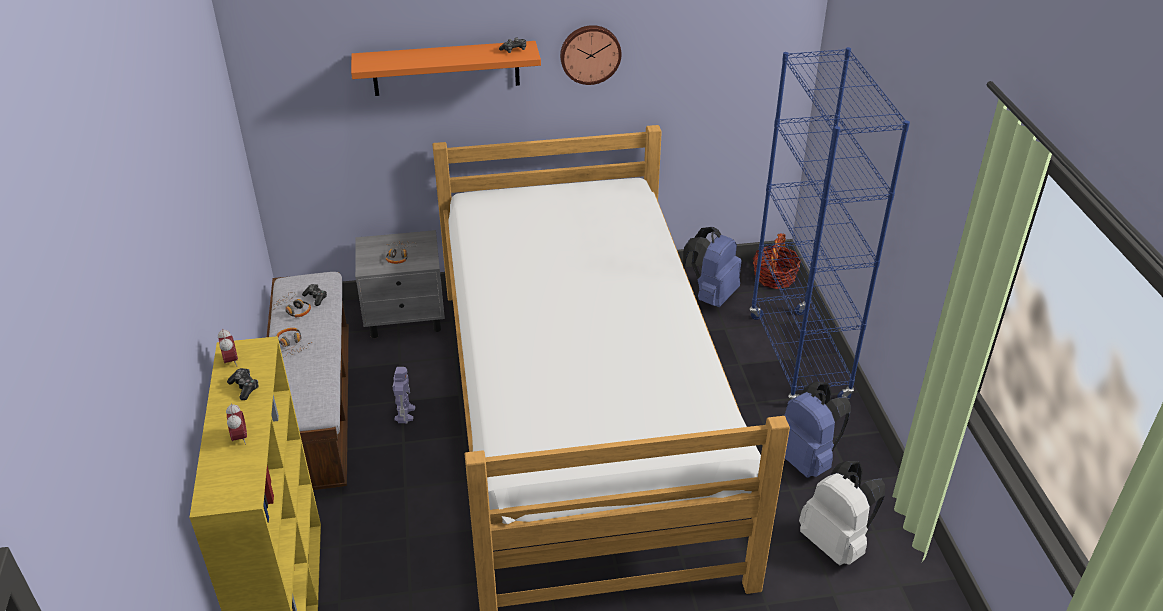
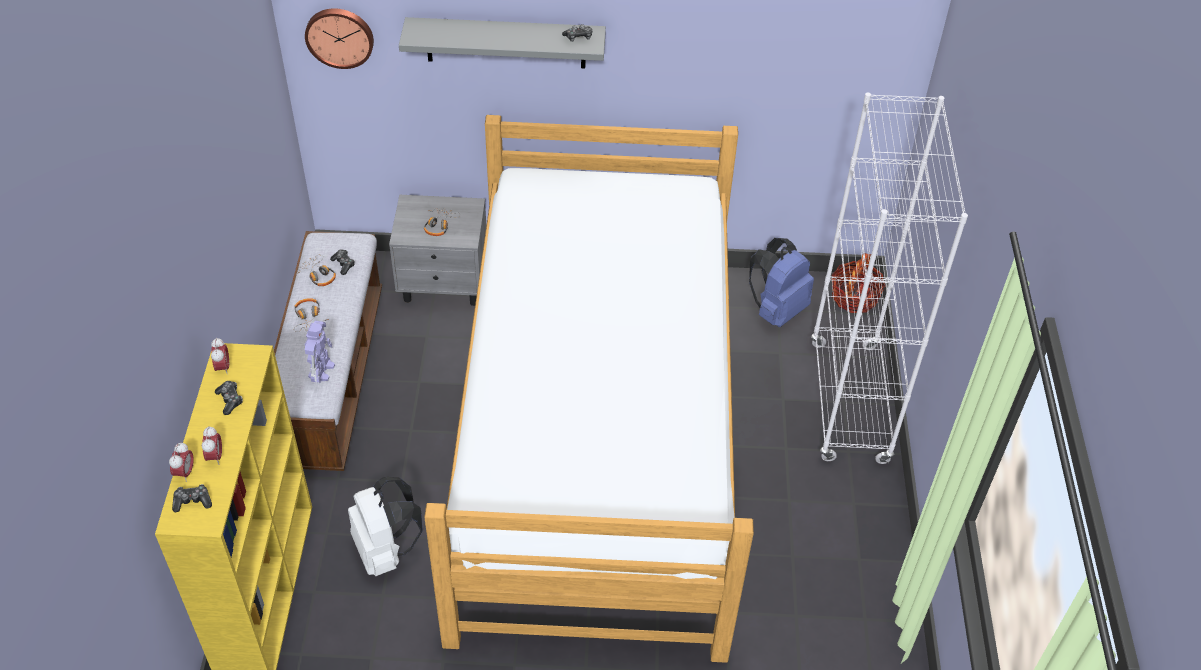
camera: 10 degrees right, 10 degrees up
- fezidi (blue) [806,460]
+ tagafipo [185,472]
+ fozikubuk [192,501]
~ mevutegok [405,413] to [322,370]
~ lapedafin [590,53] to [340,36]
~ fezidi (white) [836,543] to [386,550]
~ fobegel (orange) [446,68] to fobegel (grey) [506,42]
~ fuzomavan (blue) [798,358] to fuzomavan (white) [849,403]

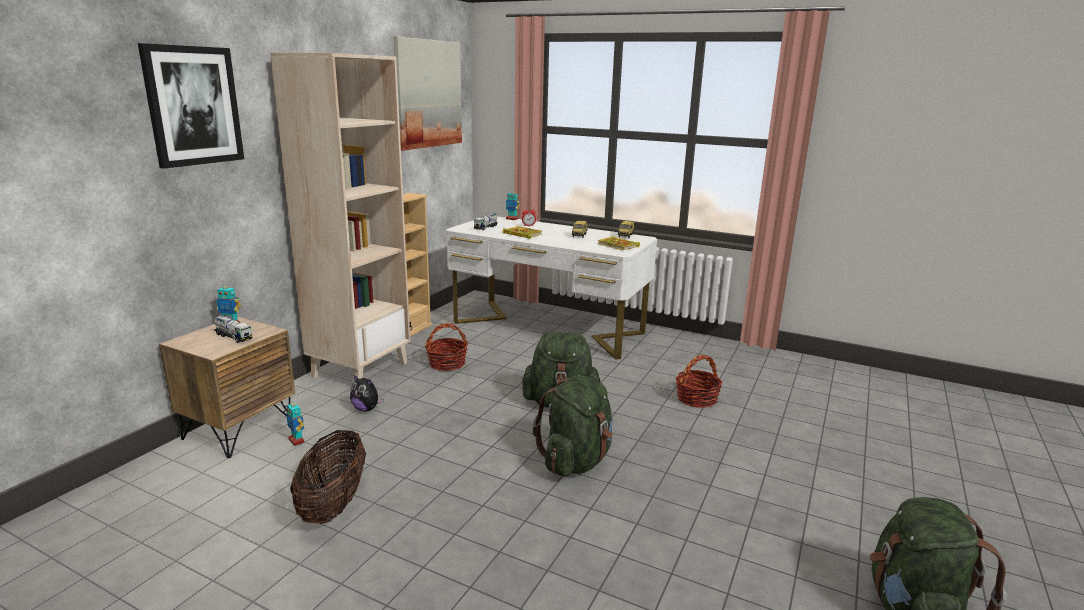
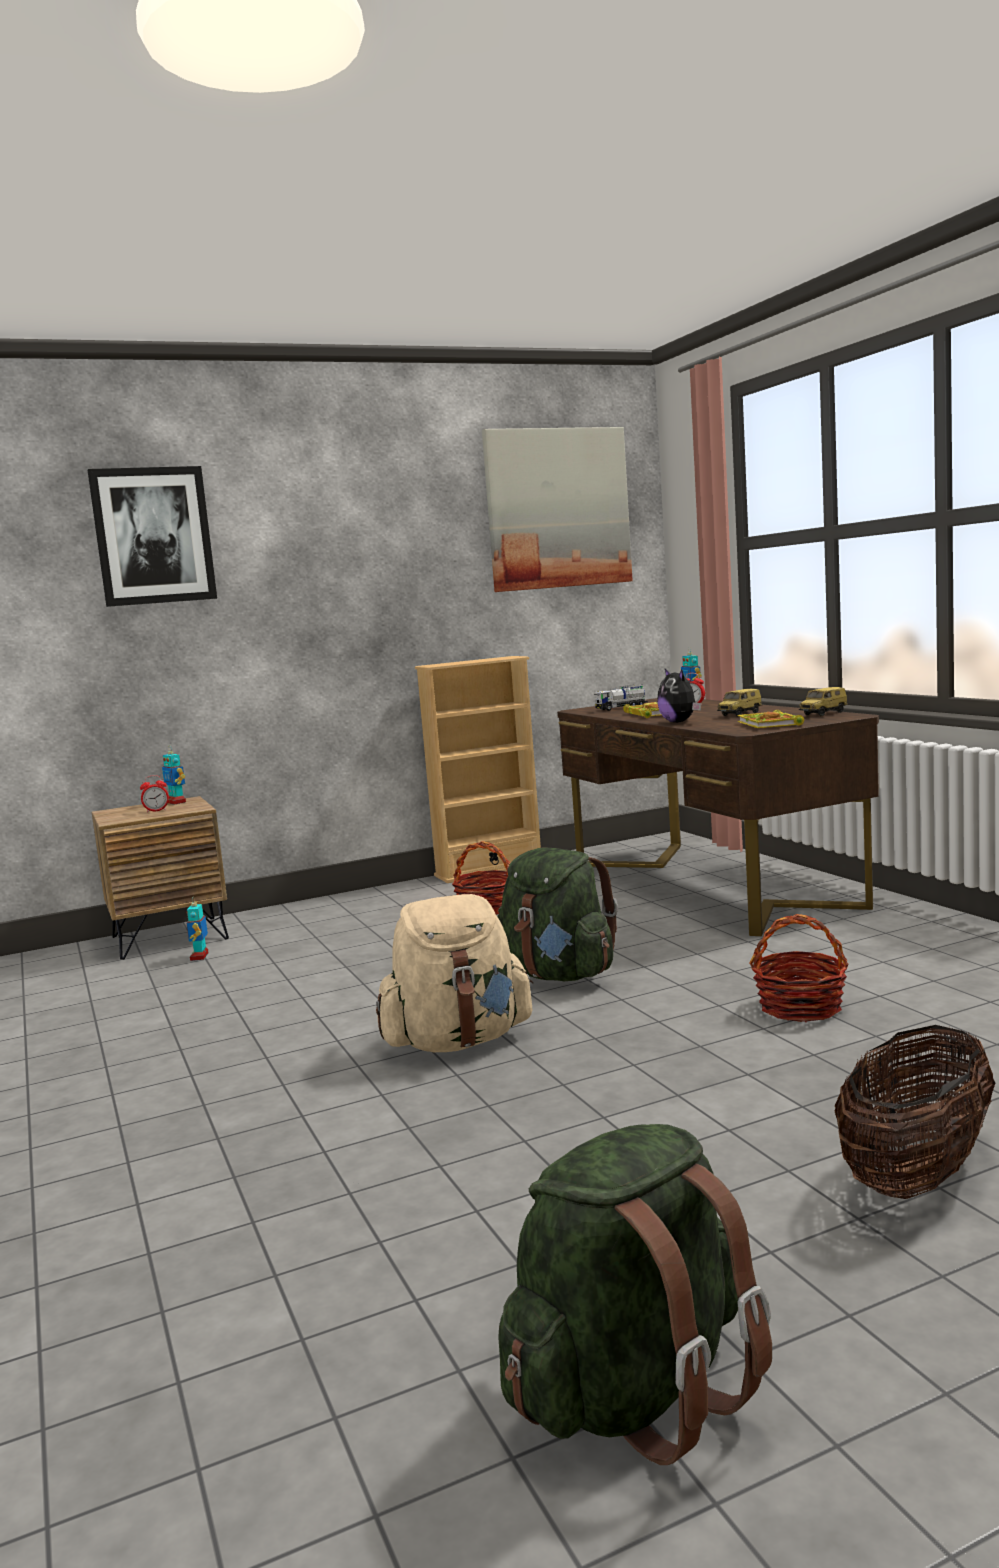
camera: 40 degrees right, 10 degrees down
- fuzomavan (beige) [360,369]
~ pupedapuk [333,504] to [917,1174]
~ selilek [366,409] to [679,722]
~ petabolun [233,337] to tagafipo [156,811]
~ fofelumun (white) [547,328] to fofelumun (brown) [709,884]
~ fezidi (green) [576,461] to fezidi (beige) [458,1041]

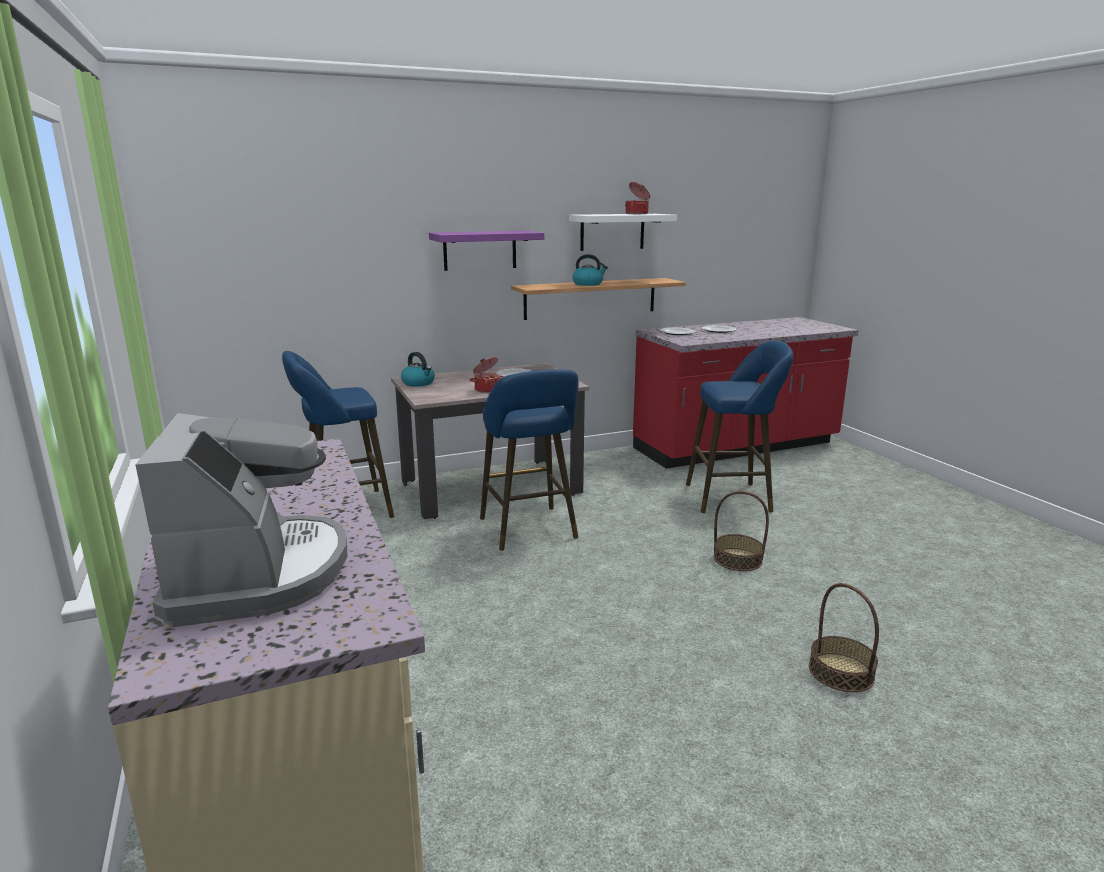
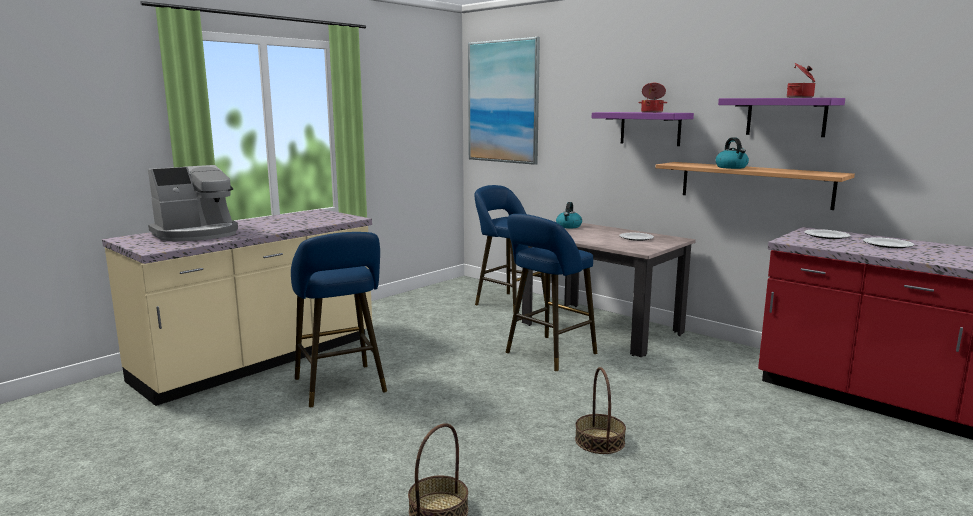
camera: 65 degrees right, 5 degrees down
+ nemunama [503,102]
~ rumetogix [487,389] to [652,112]
~ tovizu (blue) [733,497] to [341,387]
~ fobegel (white) [612,231] to fobegel (purple) [786,117]

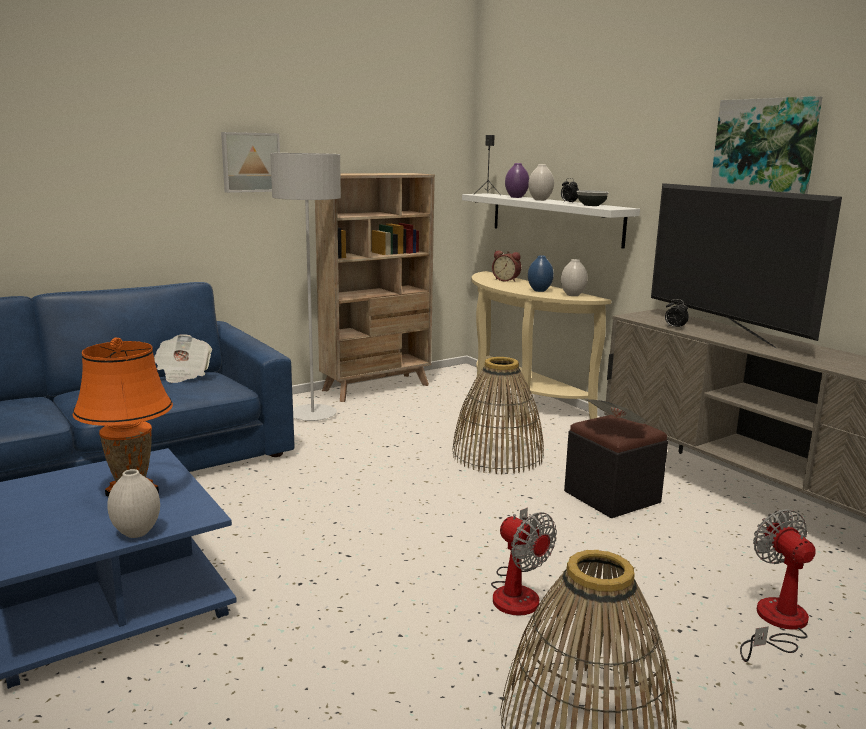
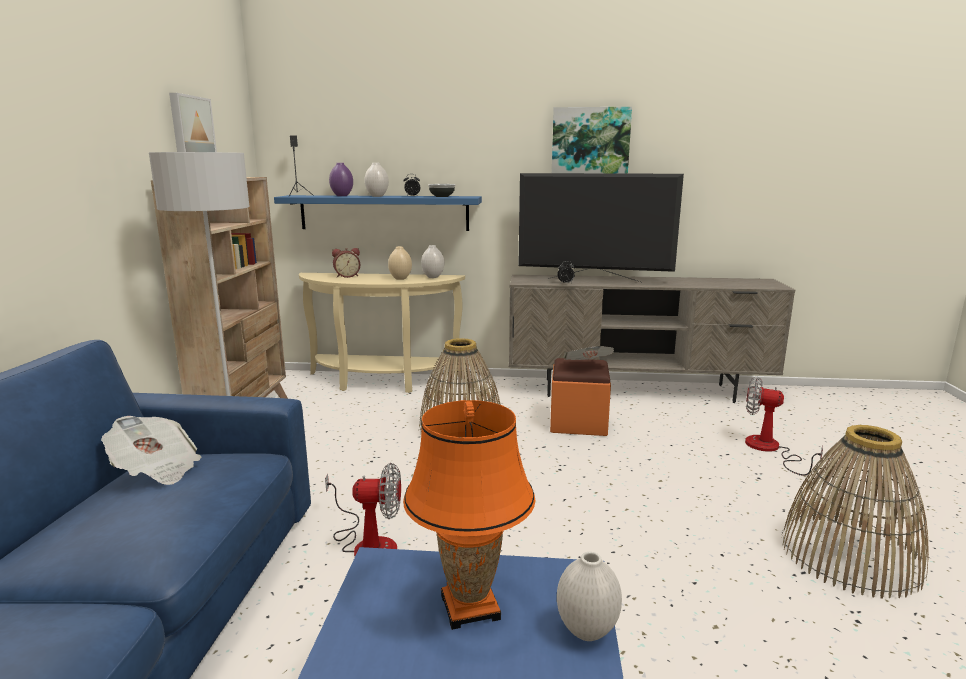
camera: 50 degrees left, 0 degrees up
~ nemunama [250,162] to [191,128]
~ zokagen [517,591] to [367,544]
~ fobegel (white) [555,218] to fobegel (blue) [384,212]
~ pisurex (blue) [539,290] to pisurex (beige) [400,278]
~ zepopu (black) [612,497] to zepopu (orange) [578,423]

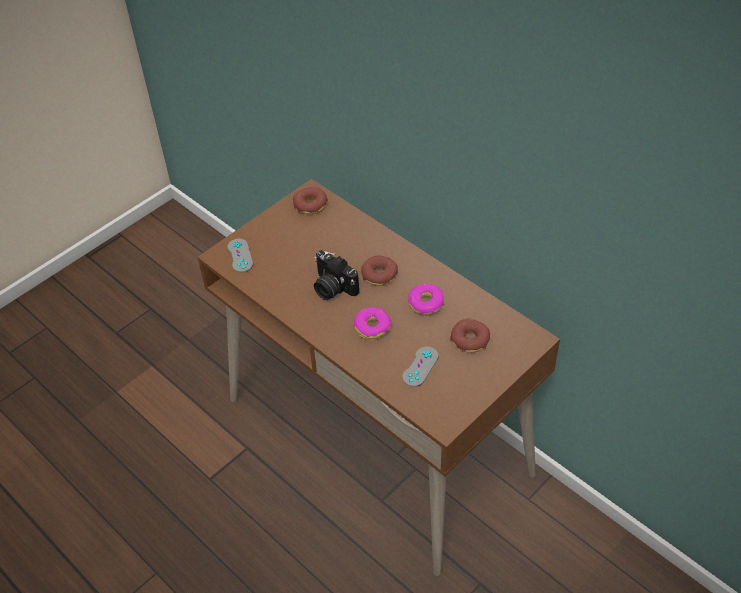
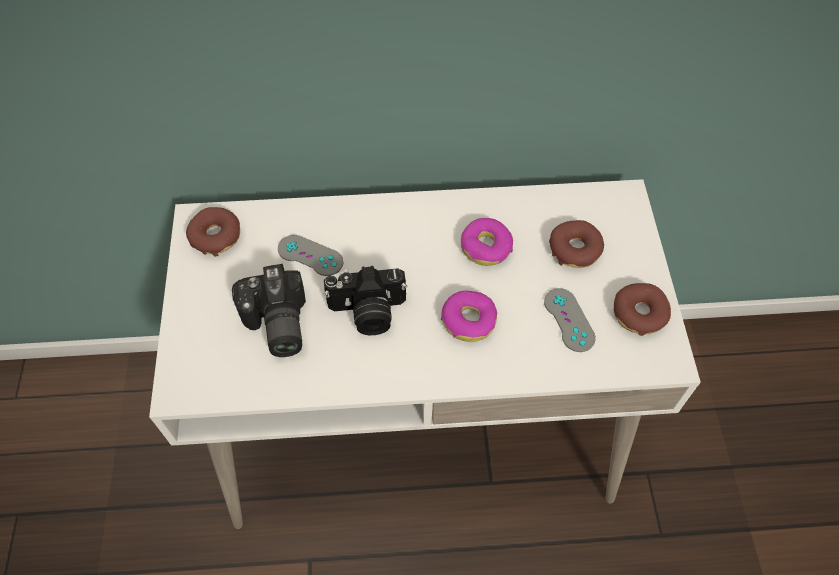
camera: 50 degrees left, 10 degrees up
+ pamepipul [274,325]
~ fozikubuk (grey) [240,255] to [310,255]
~ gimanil [379,275] to [639,313]
~ fofelumun (brown) [378,436] to fofelumun (white) [419,425]

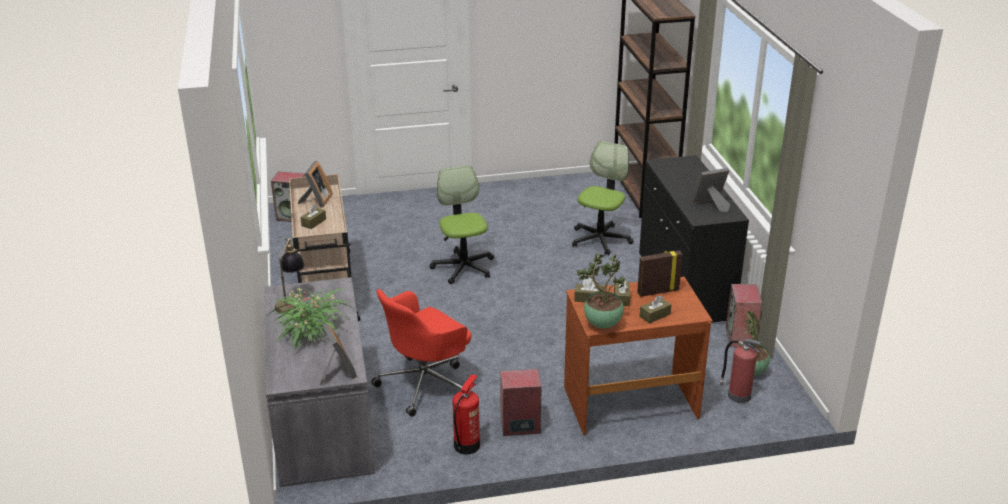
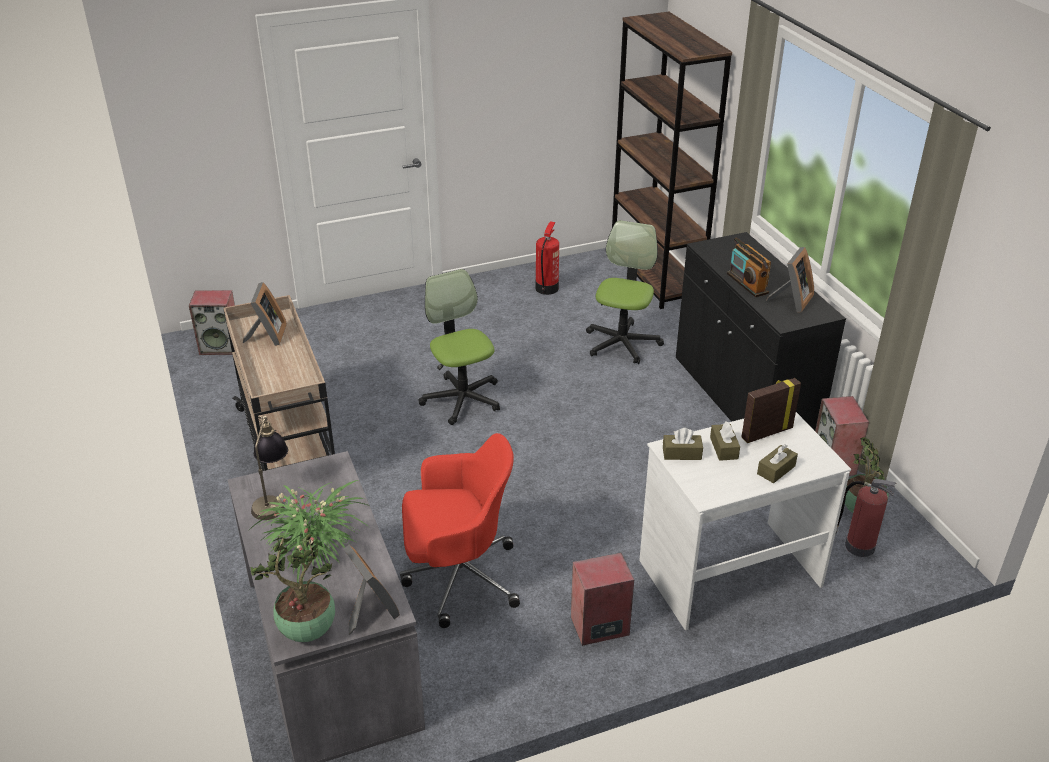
camera: 10 degrees left, 5 degrees up
- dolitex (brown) [313,222]
+ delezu [747,283]
~ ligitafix [467,445] to [547,288]
~ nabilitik [601,325] to [306,632]
~ fofelumun (brown) [630,401] to fofelumun (white) [729,572]
~ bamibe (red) [426,383] = [458,577] 135 degrees counterclockwise
~ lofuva [711,205] = [791,301] 150 degrees clockwise

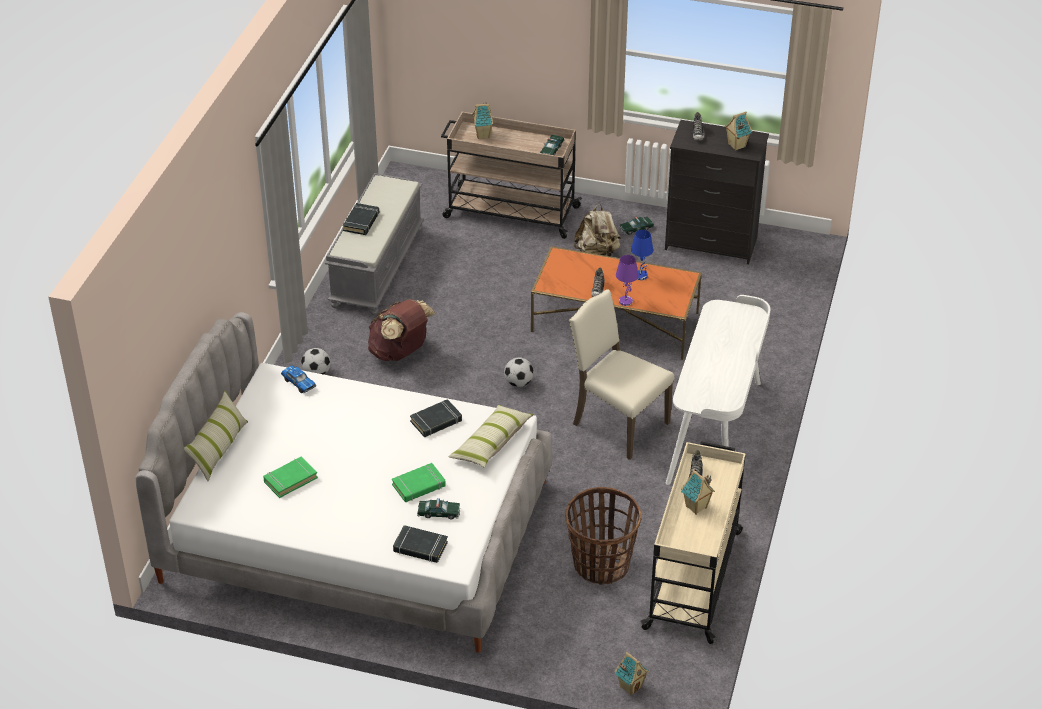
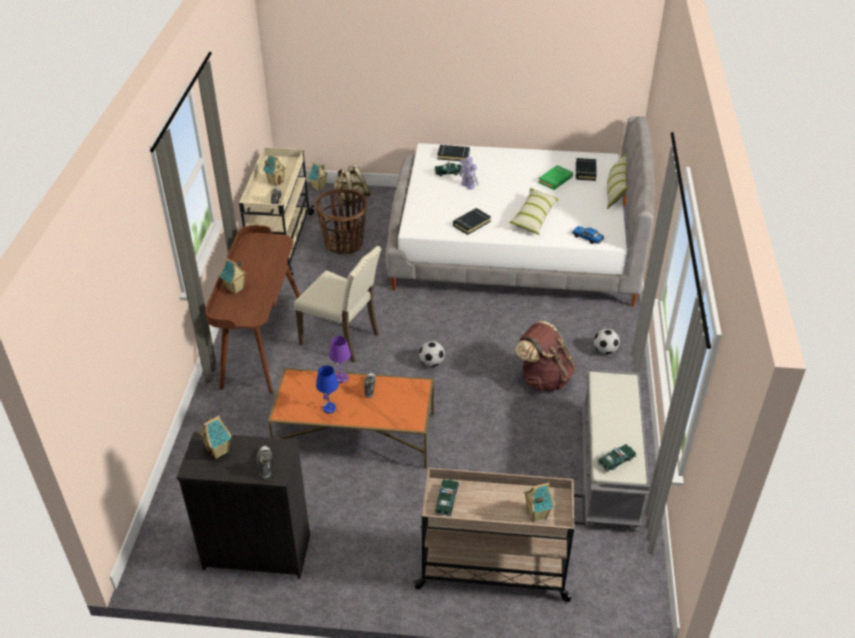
camera: 170 degrees right, 0 degrees up
+ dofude [235,289]
~ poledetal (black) [361,222] to [585,171]
~ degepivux [491,443] to [534,217]
~ fezidi (beige) [597,253] to [352,199]
~ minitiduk [636,229] to [616,460]
~ poledetal (green) [419,486] to mevutegok [467,185]
~ fofelumun (white) [716,432] to fofelumun (brown) [261,341]

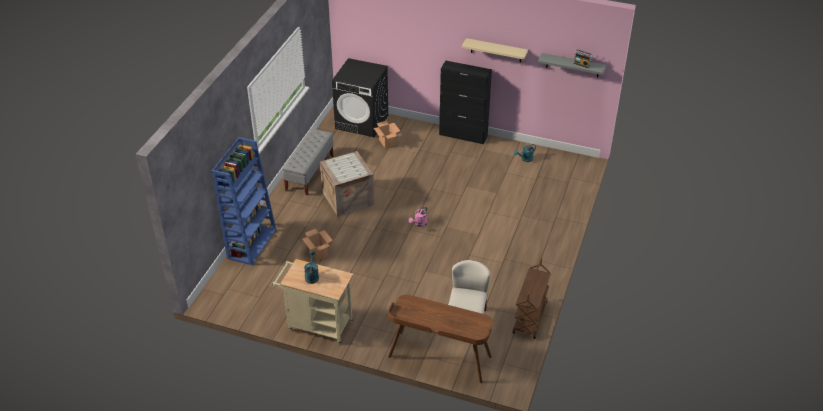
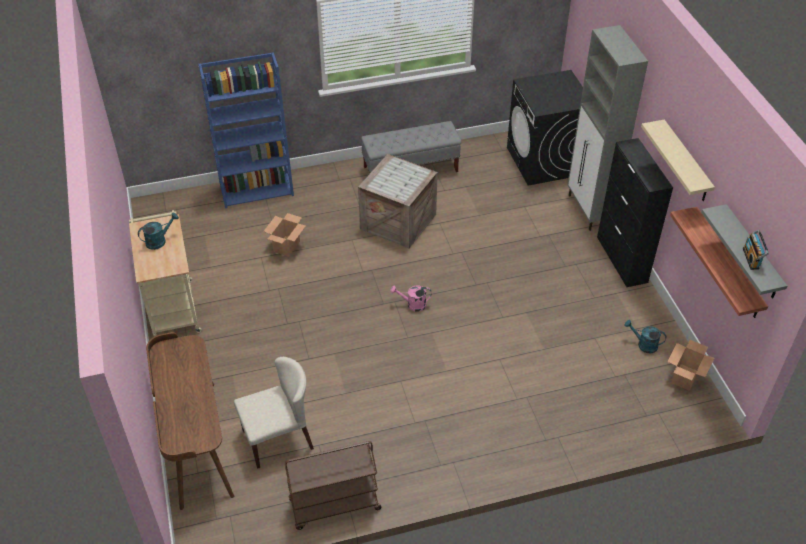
camera: 55 degrees right, 5 degrees up
+ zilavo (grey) [589,211]
+ fobegel [727,263]
~ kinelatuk [387,142] to [685,377]

